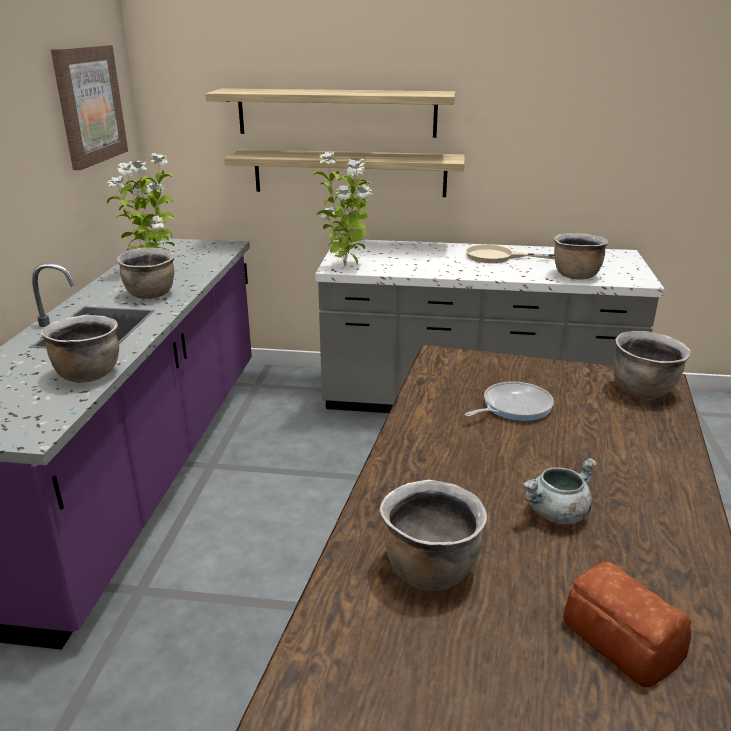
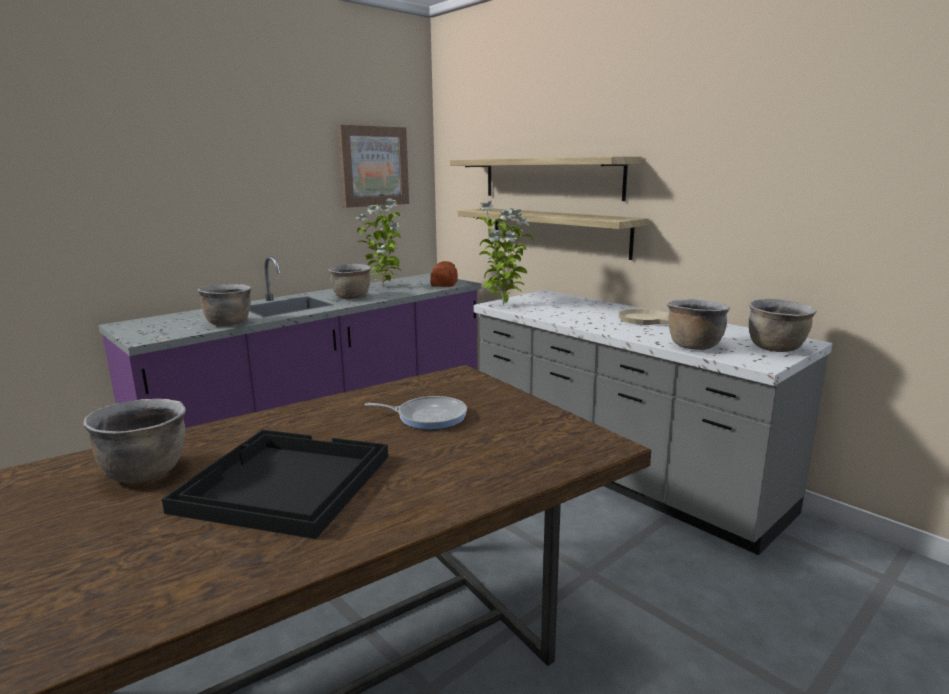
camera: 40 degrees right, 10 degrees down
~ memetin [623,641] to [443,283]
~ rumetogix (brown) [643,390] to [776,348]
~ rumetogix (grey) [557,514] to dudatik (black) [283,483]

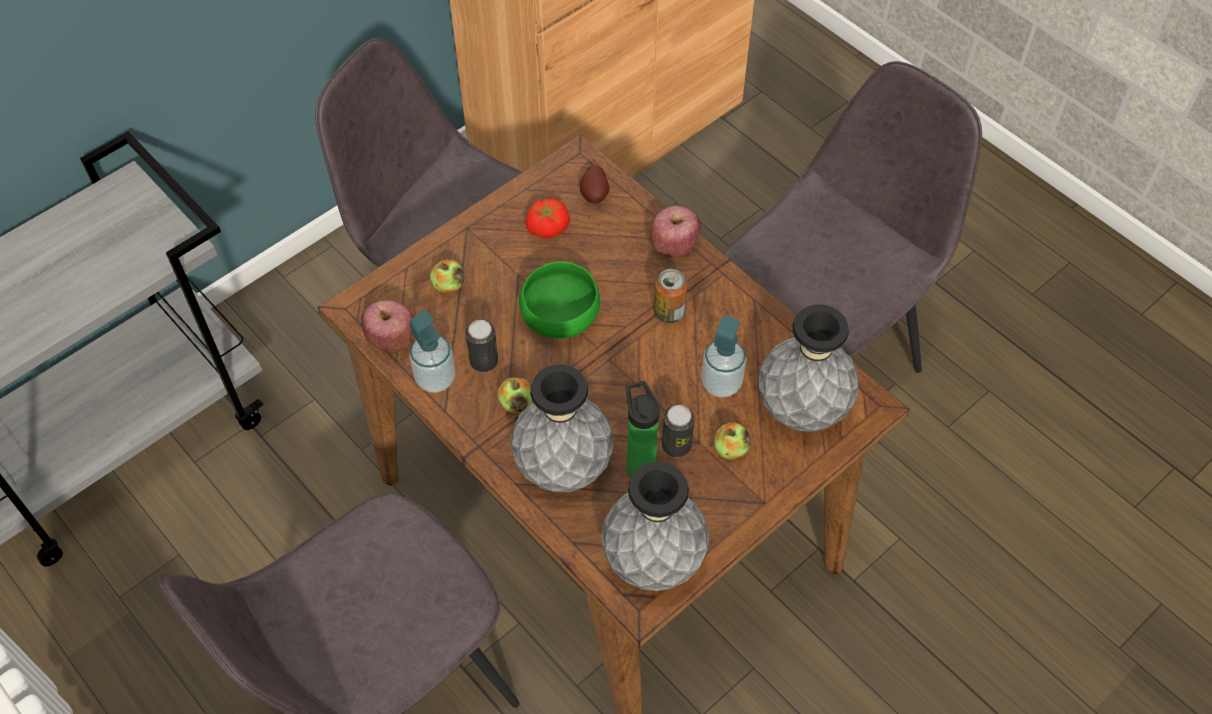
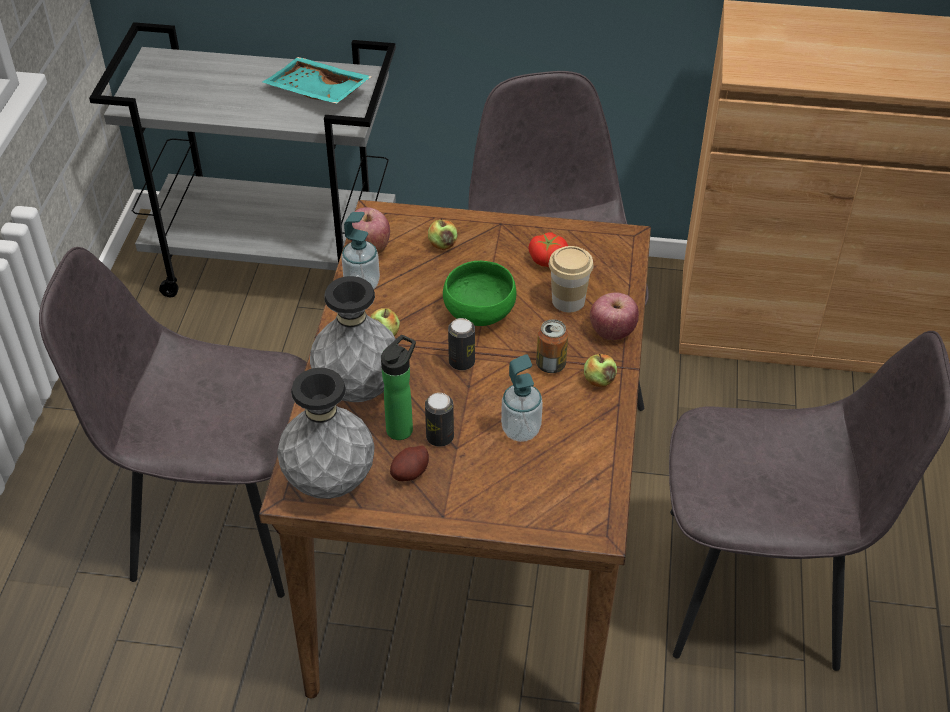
camera: 50 degrees right, 10 degrees down
- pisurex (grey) [801,410]
+ dudatik (turquoise) [316,93]
+ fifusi [568,301]
~ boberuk [484,361] to [461,362]
~ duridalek [594,194] to [410,473]
~ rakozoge [730,449] to [599,380]

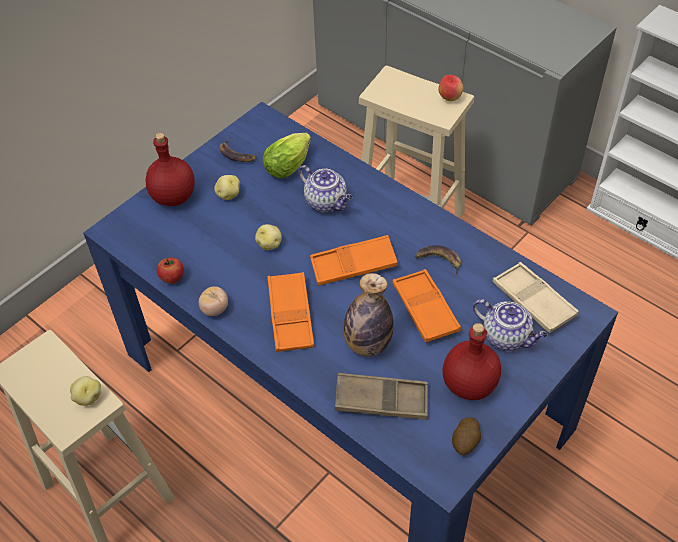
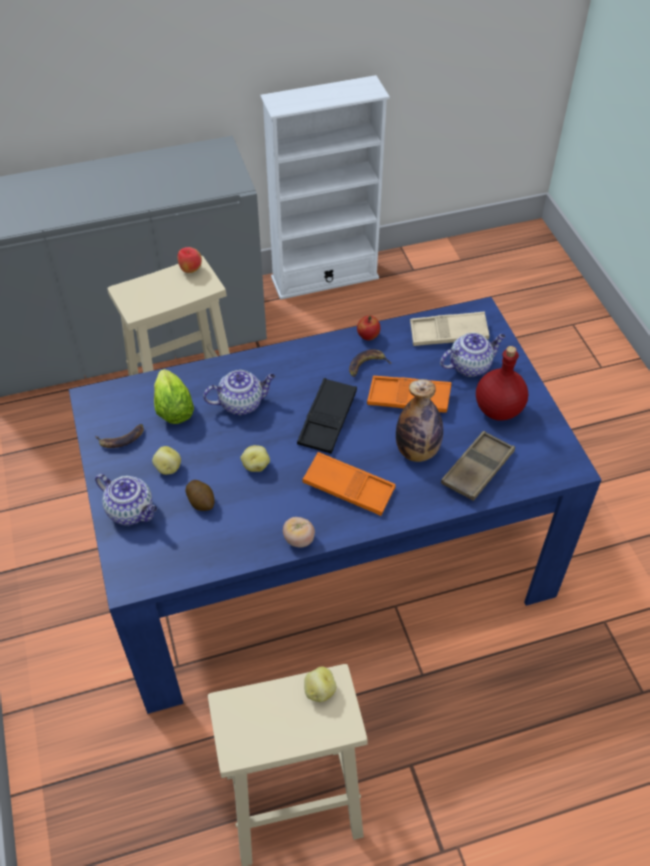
camera: 60 degrees left, 0 degrees up
~ rakozoge [172,278] to [368,336]
~ duridalek [465,442] to [201,501]
~ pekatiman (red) [174,197] to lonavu [132,511]
~ dudatik (orange) [353,265] to dudatik (black) [327,420]

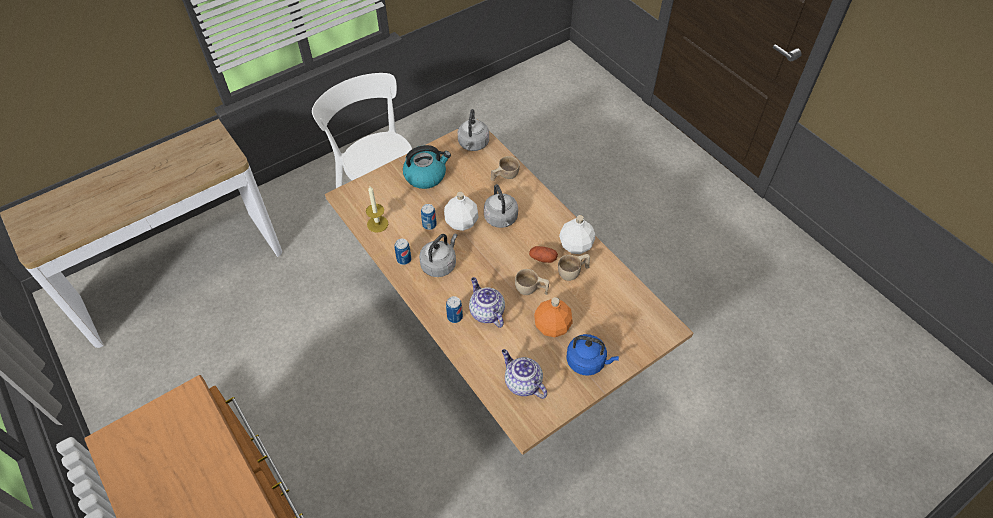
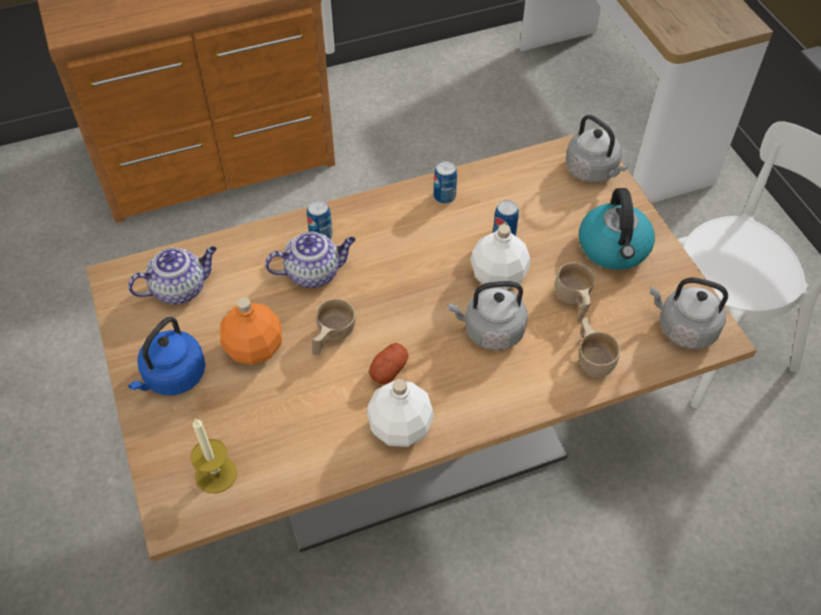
camera: 105 degrees right, 0 degrees up
~ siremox [377,224] to [216,474]
~ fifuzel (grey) [440,264] to [593,171]
~ fifusi (beige) [573,273] to [573,302]

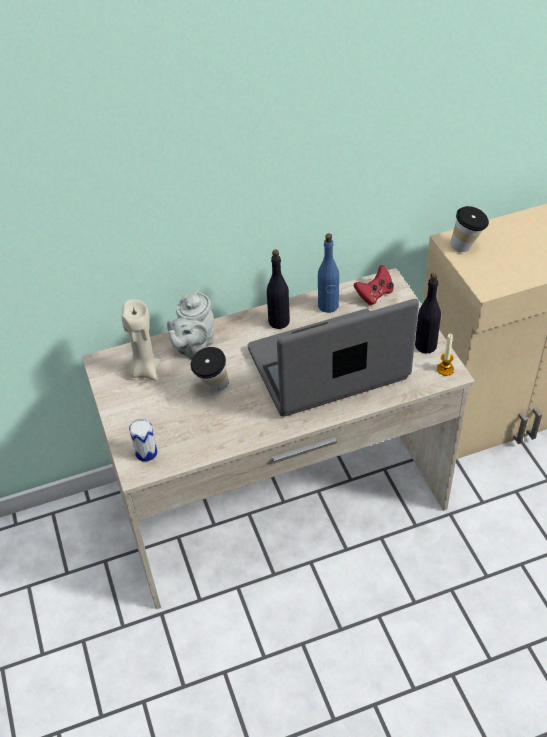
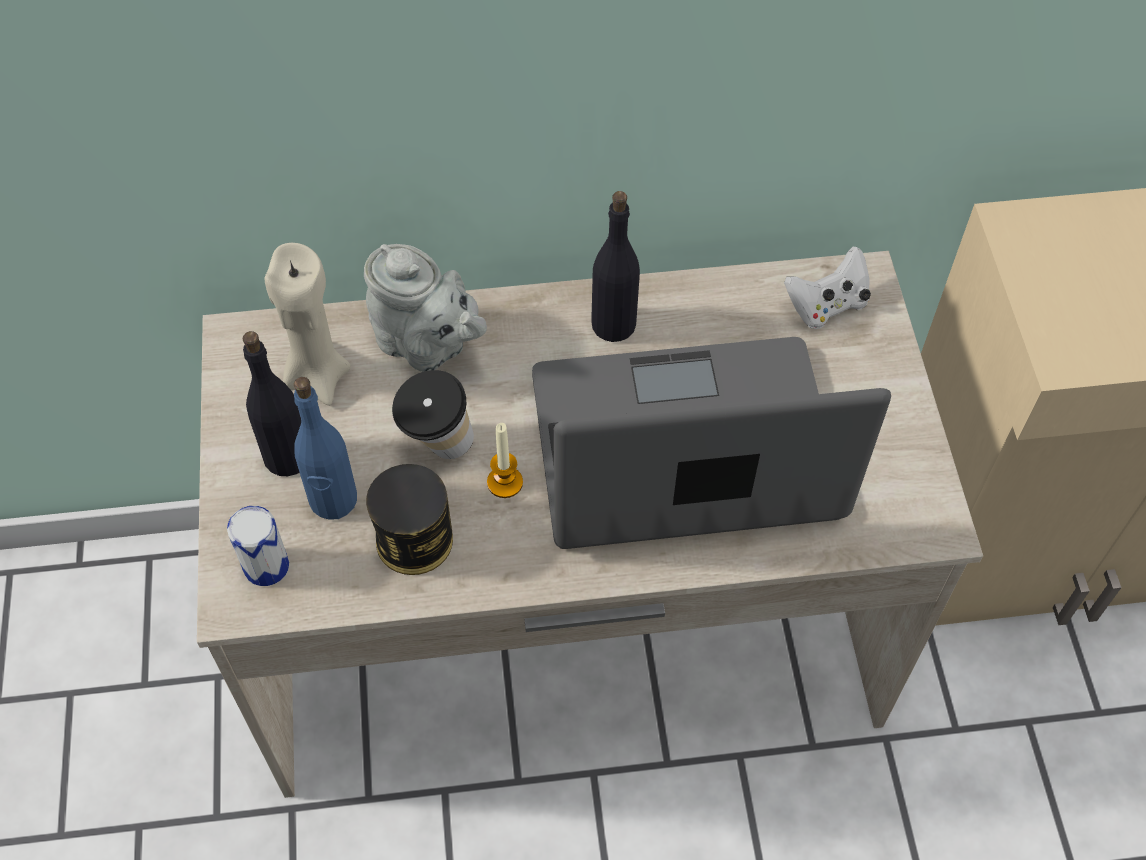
camera: 10 degrees right, 10 degrees up
- fifusi [467,247]
+ boberuk [414,540]
~ pekatiman (blue) [328,306] to [333,500]
~ pekatiman (black) [425,345] to [288,456]
~ siremox [445,369] to [505,482]
~ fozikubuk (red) [374,295] to fozikubuk (white) [826,305]
~ lonavu (grey) [194,347] = [426,346] 90 degrees counterclockwise

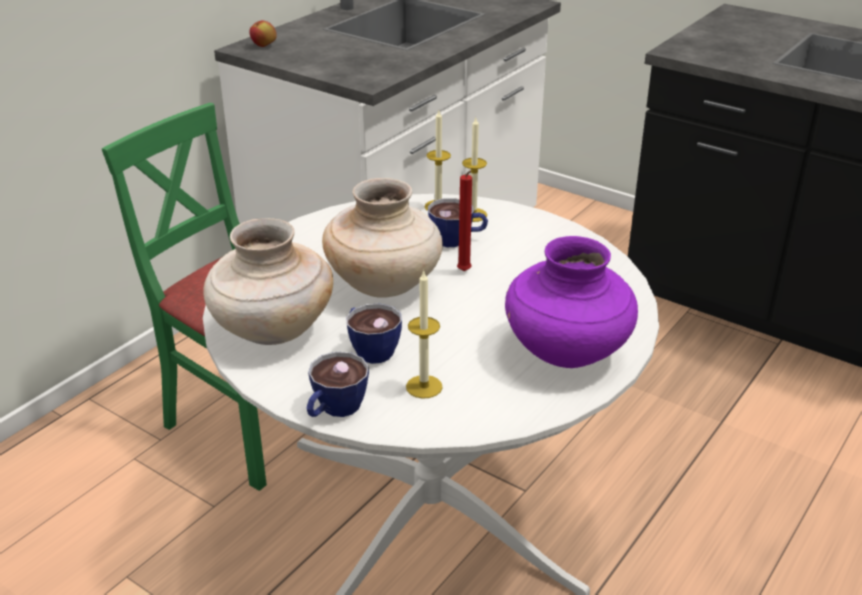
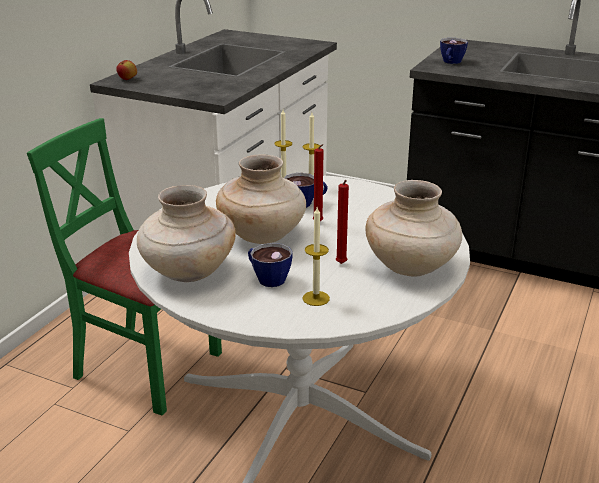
camera: 10 degrees left, 5 degrees down
+ siremox (red) [341,264]
~ fifusi [334,410] to [450,62]
~ pisurex (purple) [567,352] to pisurex (beige) [411,267]

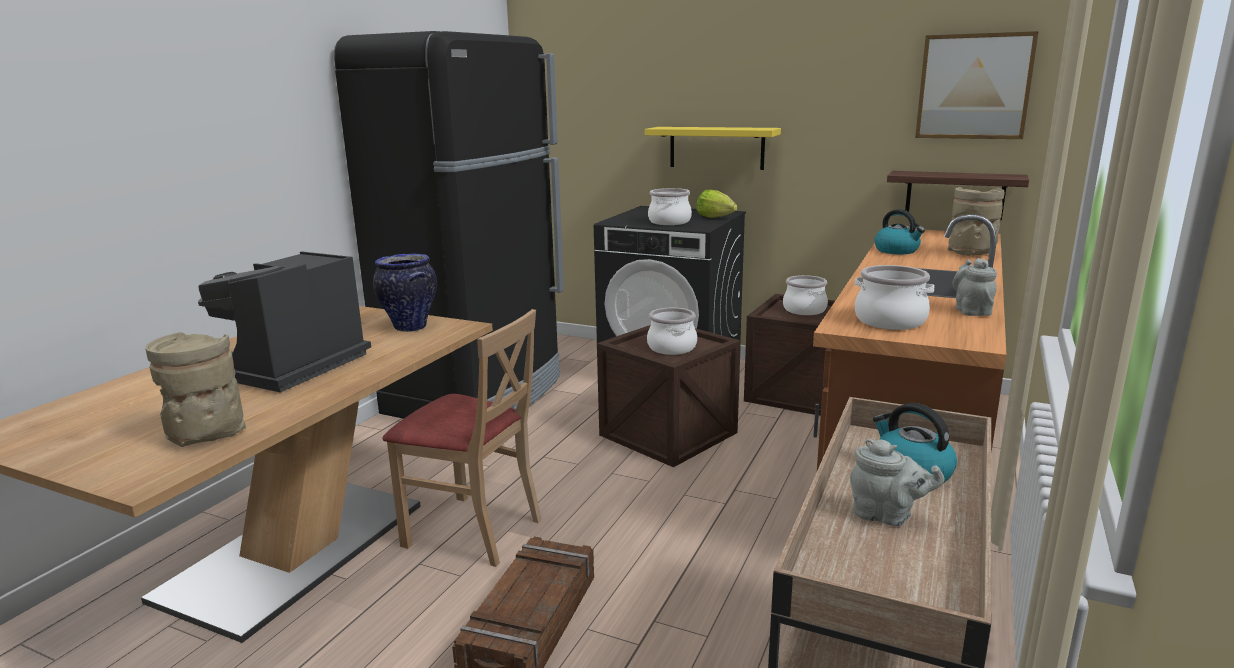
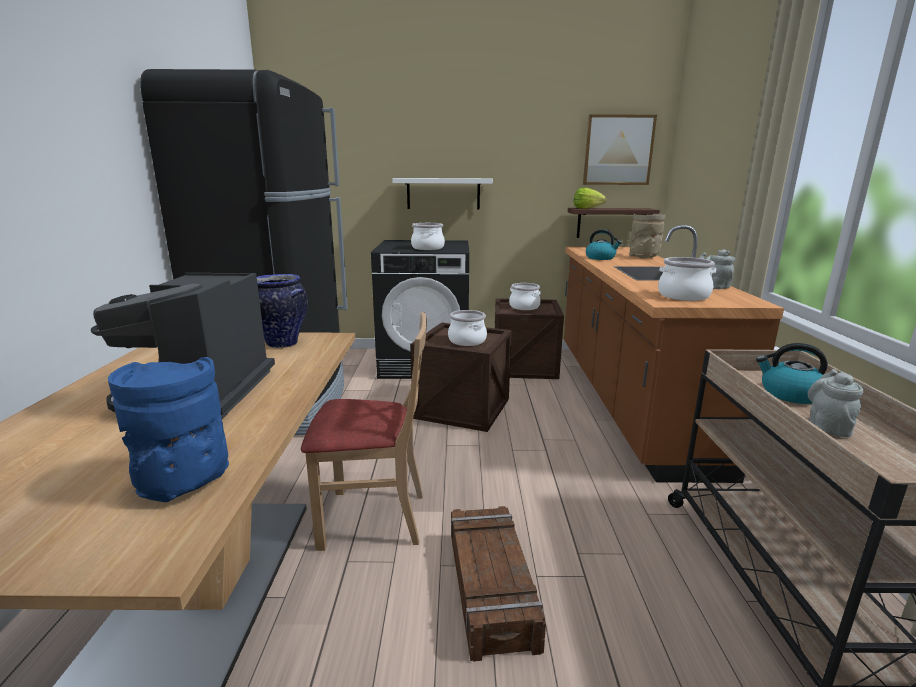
camera: 25 degrees left, 0 degrees up
~ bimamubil [715,217] to [587,208]
~ pisurex (beige) [206,436] to pisurex (blue) [183,483]
~ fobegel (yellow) [716,147] to fobegel (white) [443,193]
~ lonavu (grey) [887,516] = [828,426] 75 degrees counterclockwise

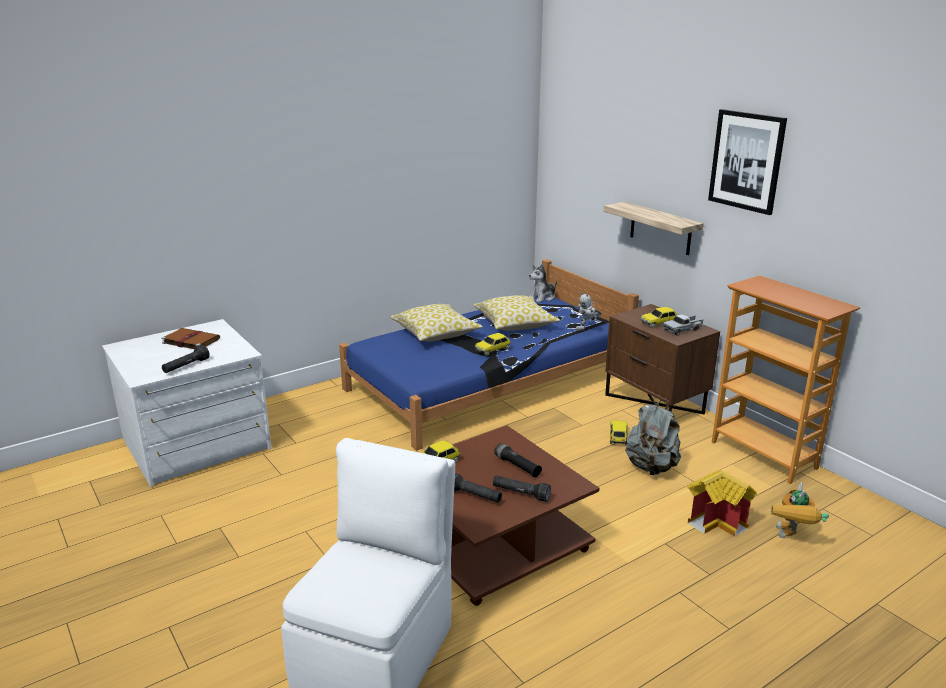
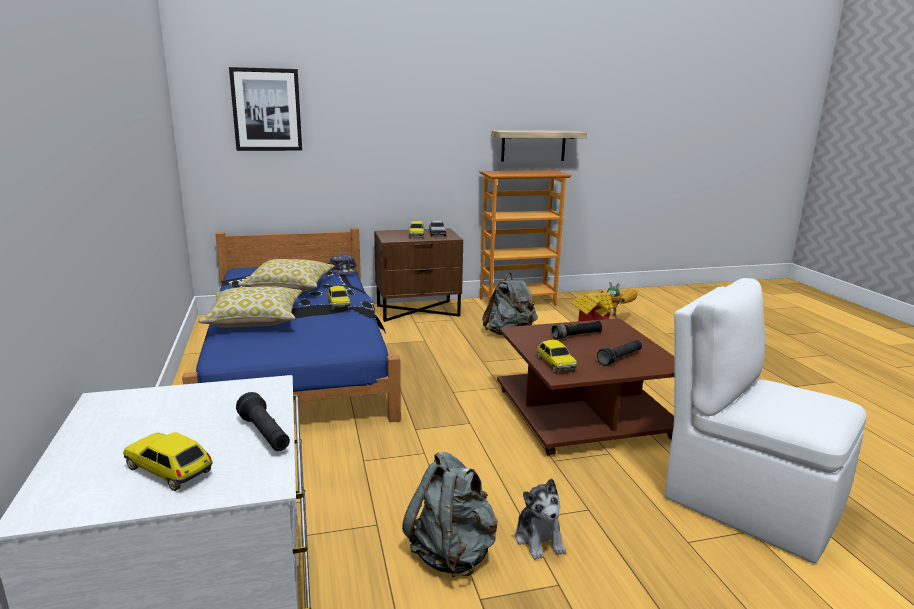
camera: 70 degrees left, 5 degrees down
- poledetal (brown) [190,341]
- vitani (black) [520,494]
+ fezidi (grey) [452,552]
~ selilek [542,298] to [539,539]
~ fobegel [660,228] to [533,145]
~ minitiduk [618,437] to [170,470]
~ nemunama [746,161] to [266,110]
~ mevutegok [587,329] to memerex [343,270]

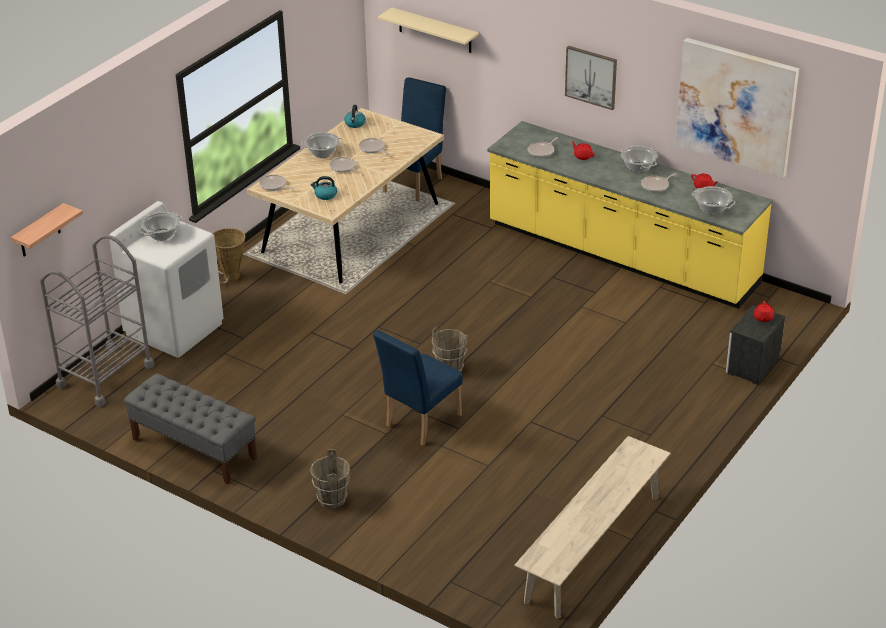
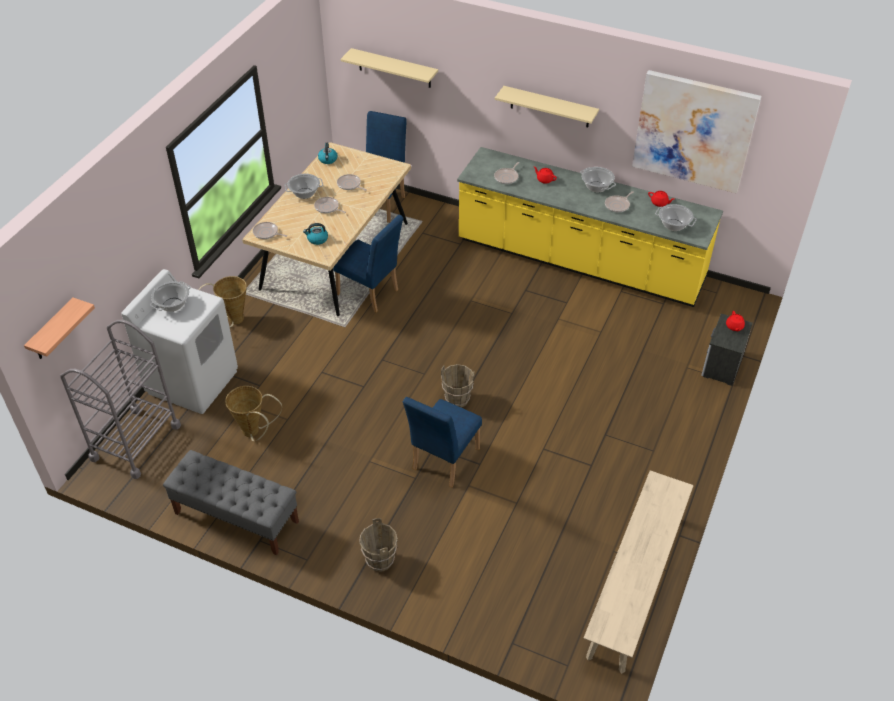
camera: 10 degrees left, 10 degrees up
+ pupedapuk [254,433]
+ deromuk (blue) [371,294]
~ nemunama [591,77] to fobegel (beige) [550,107]

